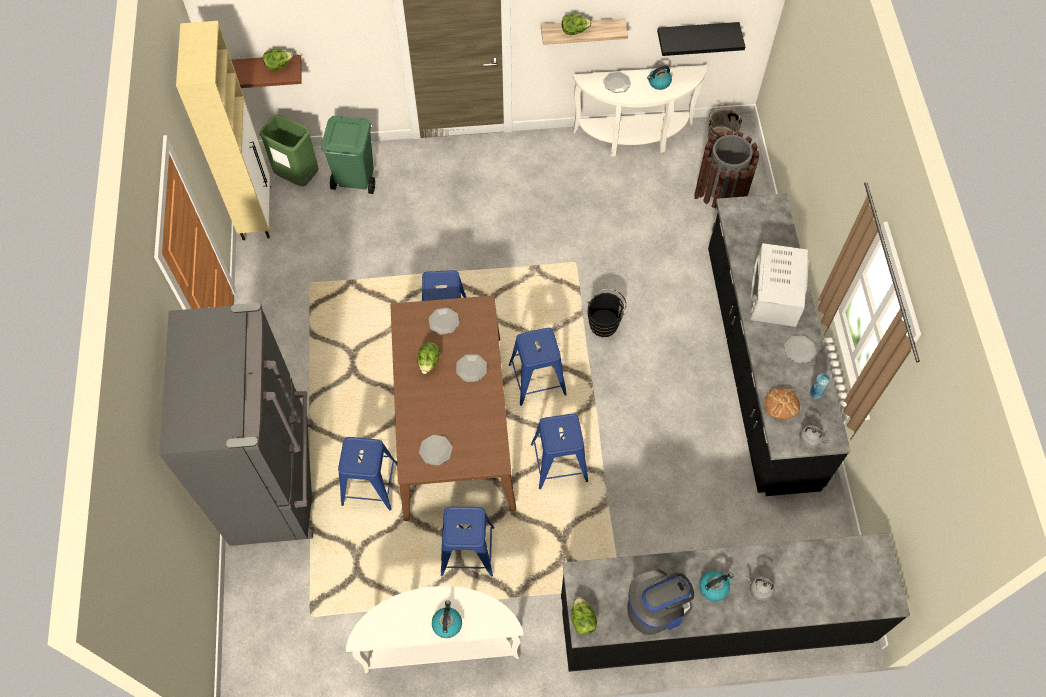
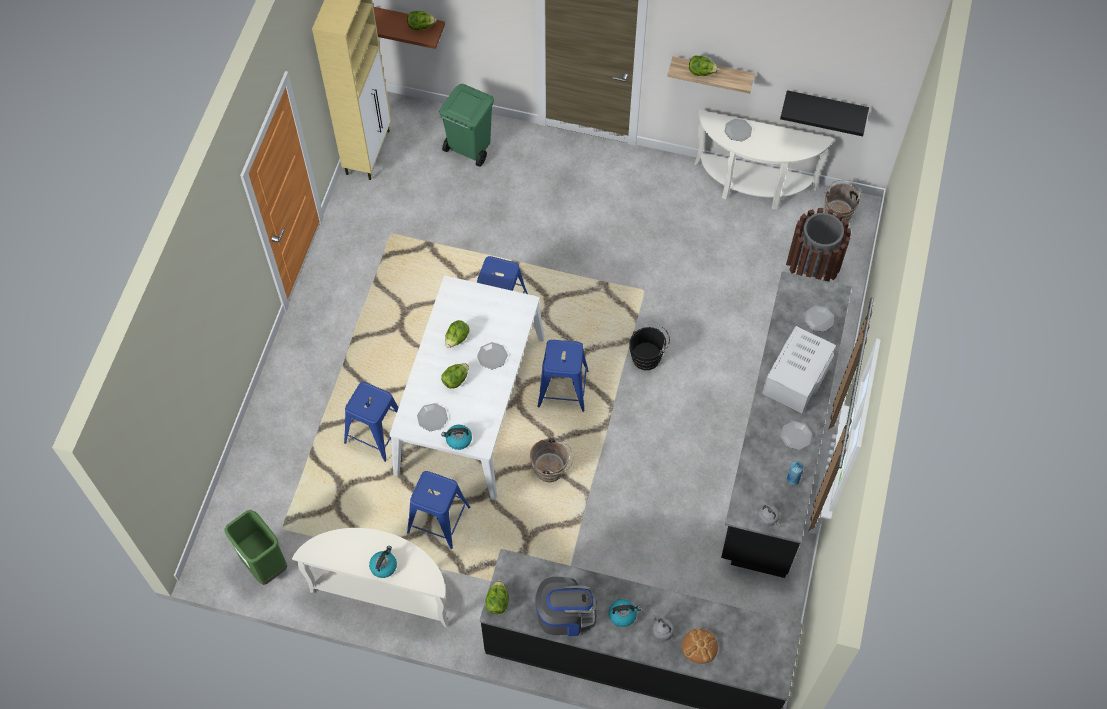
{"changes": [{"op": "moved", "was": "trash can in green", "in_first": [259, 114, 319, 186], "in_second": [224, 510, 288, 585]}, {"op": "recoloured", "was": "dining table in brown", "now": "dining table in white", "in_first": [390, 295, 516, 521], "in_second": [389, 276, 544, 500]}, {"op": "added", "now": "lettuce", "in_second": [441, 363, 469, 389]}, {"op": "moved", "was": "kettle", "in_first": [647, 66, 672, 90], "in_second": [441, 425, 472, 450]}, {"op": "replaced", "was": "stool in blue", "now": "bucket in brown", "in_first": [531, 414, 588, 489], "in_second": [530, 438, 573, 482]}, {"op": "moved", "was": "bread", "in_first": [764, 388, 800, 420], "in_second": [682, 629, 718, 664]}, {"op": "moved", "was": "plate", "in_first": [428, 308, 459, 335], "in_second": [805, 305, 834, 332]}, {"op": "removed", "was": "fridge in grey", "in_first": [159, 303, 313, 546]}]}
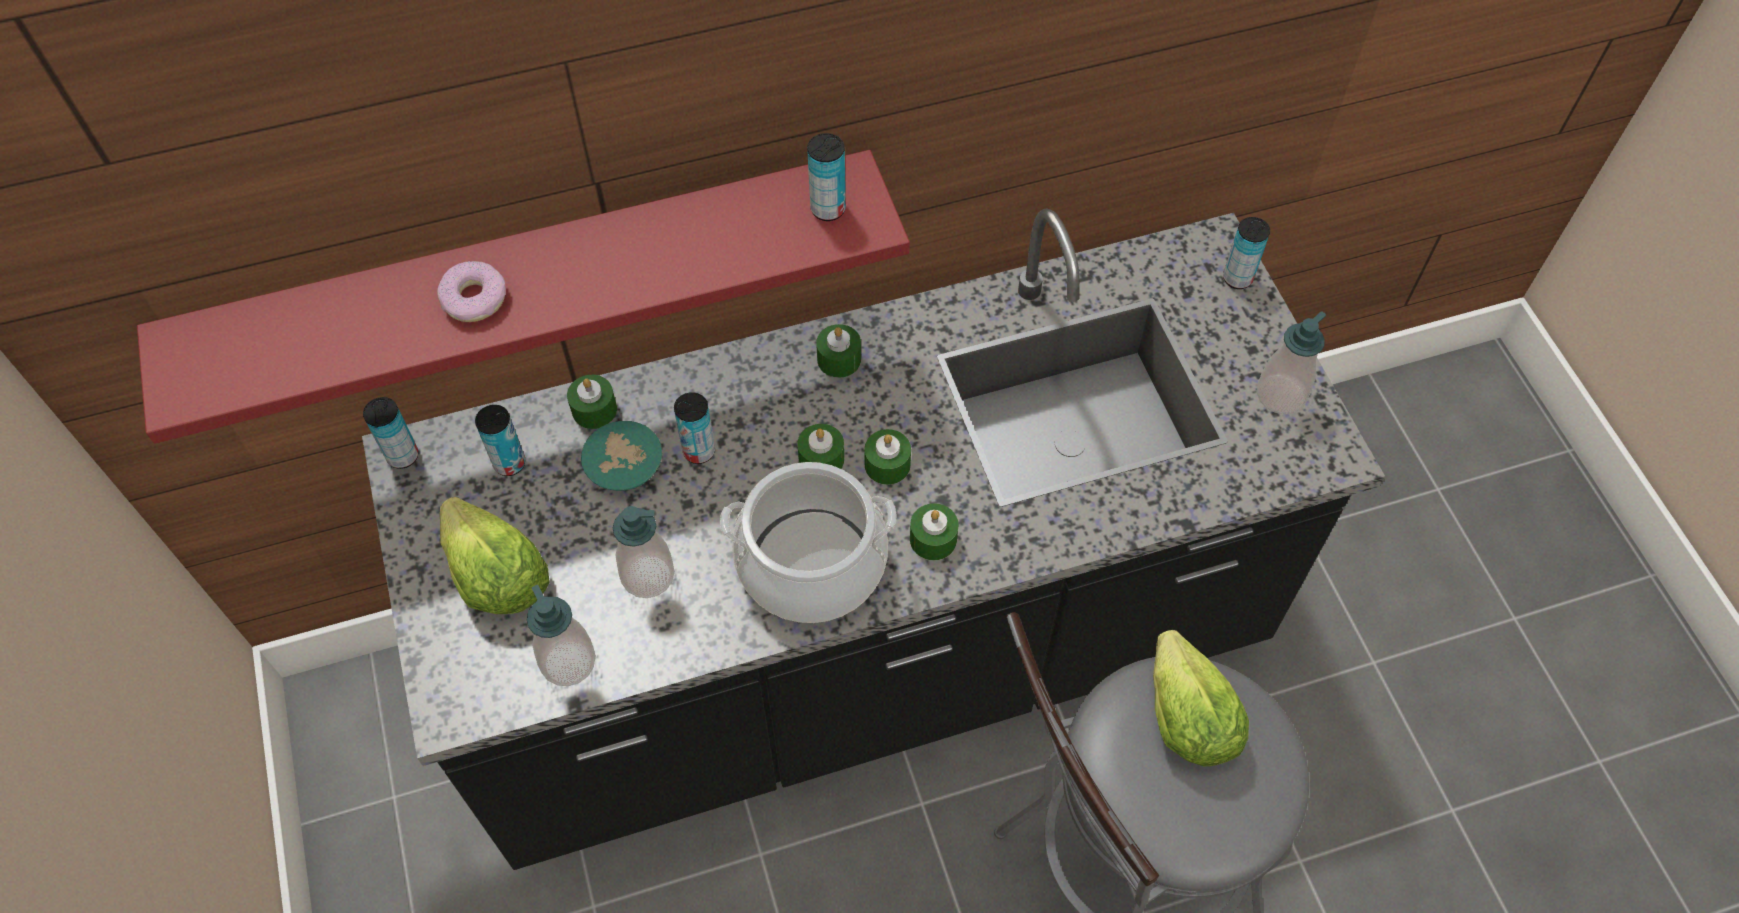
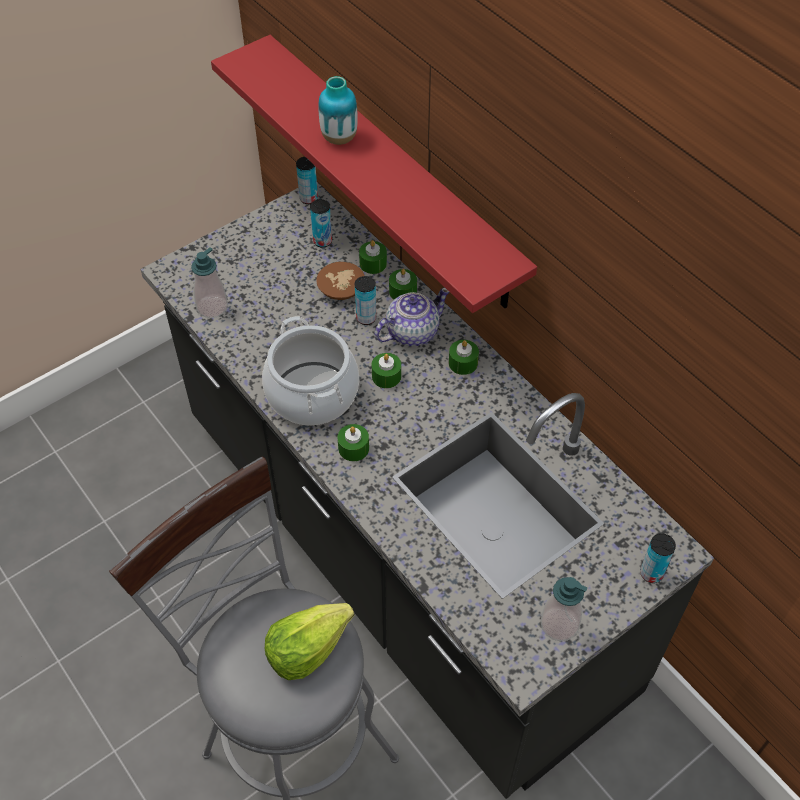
{"changes": [{"op": "recoloured", "was": "bowl in turquoise", "now": "bowl in brown", "in_first": [581, 421, 662, 491], "in_second": [316, 262, 365, 300]}, {"op": "replaced", "was": "donut", "now": "vase", "in_first": [437, 261, 506, 322], "in_second": [318, 76, 358, 145]}, {"op": "added", "now": "teapot", "in_second": [375, 287, 449, 346]}, {"op": "moved", "was": "candle in green", "in_first": [864, 429, 911, 485], "in_second": [389, 269, 417, 300]}, {"op": "removed", "was": "lettuce", "in_first": [440, 497, 550, 614]}, {"op": "removed", "was": "soap dispenser", "in_first": [613, 506, 675, 598]}, {"op": "removed", "was": "can", "in_first": [807, 133, 846, 221]}]}
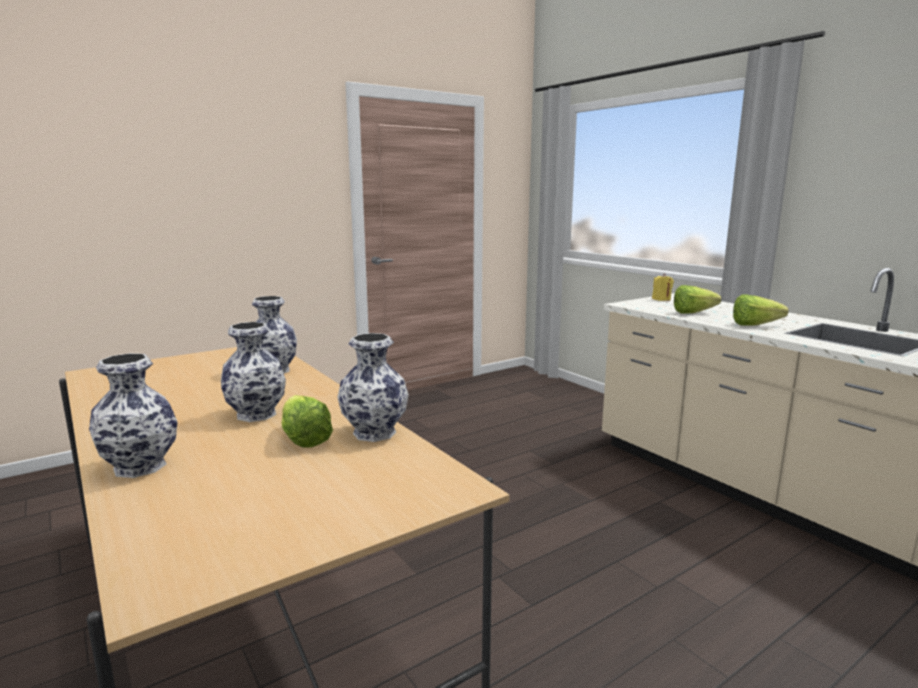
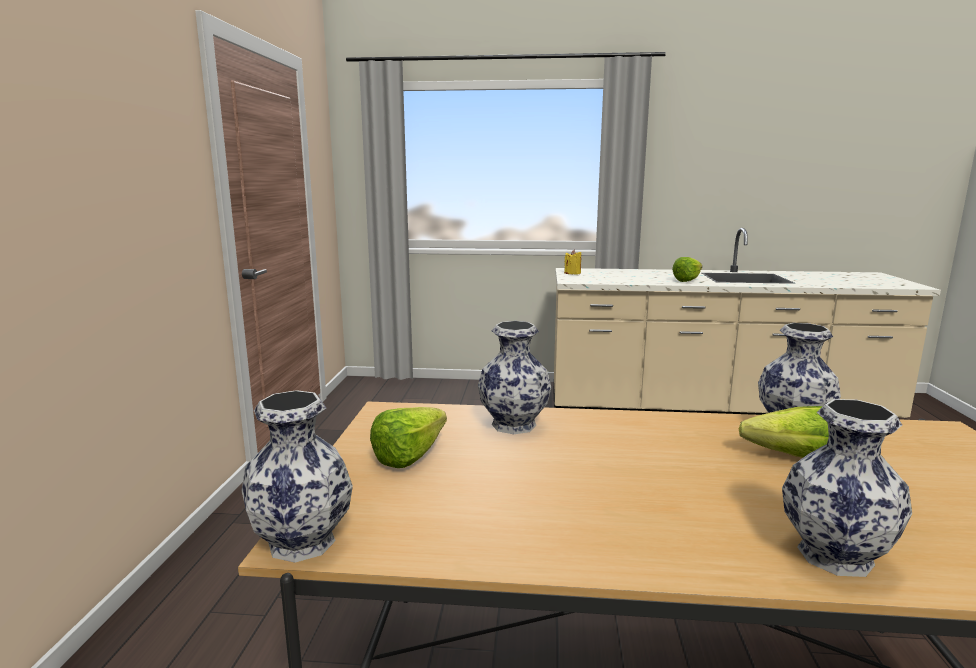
{"changes": [{"op": "moved", "was": "vase", "in_first": [221, 322, 286, 422], "in_second": [241, 390, 353, 563]}, {"op": "moved", "was": "lettuce", "in_first": [674, 285, 721, 314], "in_second": [370, 407, 447, 468]}]}
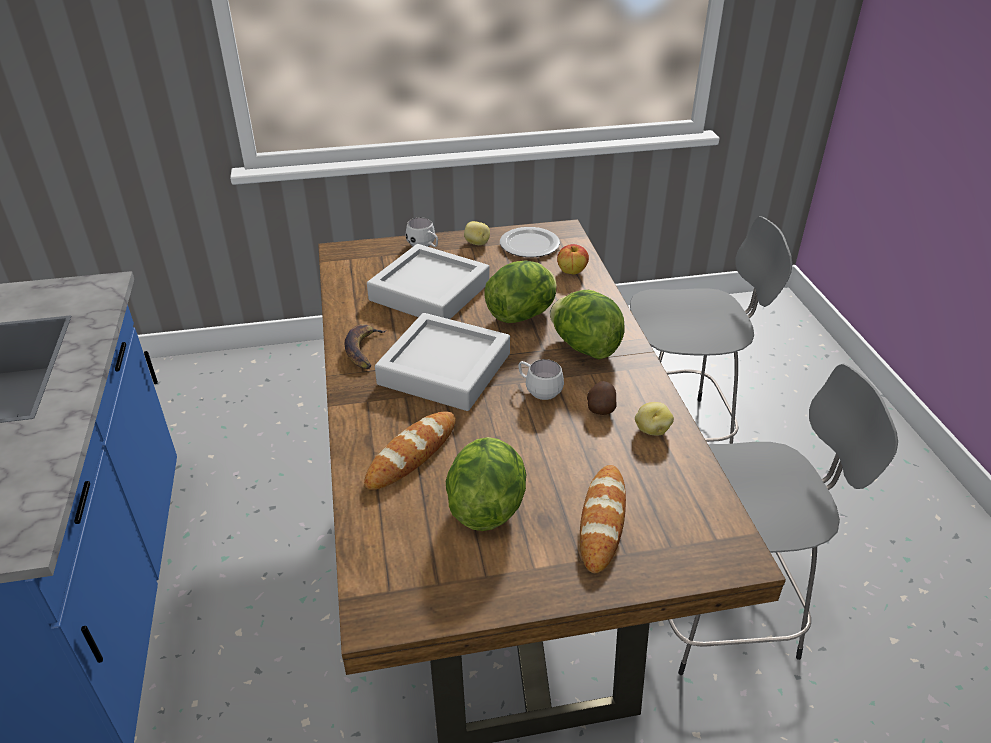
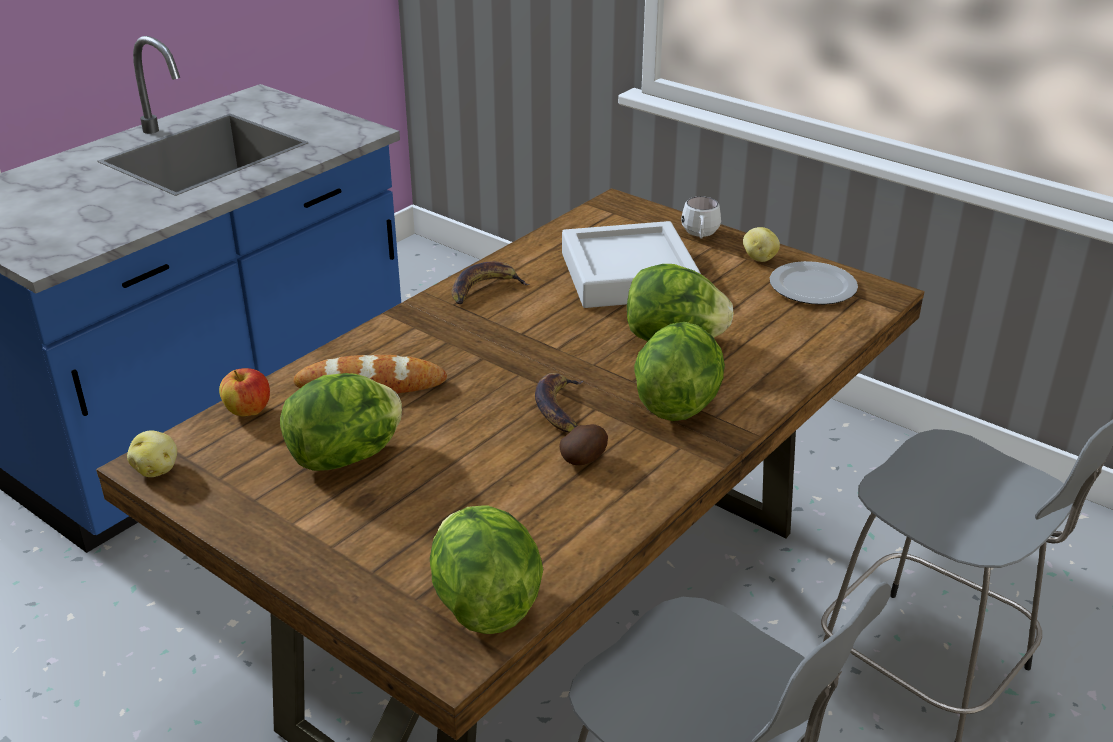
{"changes": [{"op": "moved", "was": "potato", "in_first": [635, 402, 674, 435], "in_second": [127, 431, 177, 477]}, {"op": "moved", "was": "apple", "in_first": [557, 244, 589, 275], "in_second": [219, 368, 270, 416]}, {"op": "added", "now": "lettuce", "in_second": [430, 505, 544, 634]}, {"op": "replaced", "was": "mug in white", "now": "banana", "in_first": [518, 359, 564, 400], "in_second": [535, 373, 583, 432]}, {"op": "removed", "was": "tray in grey", "in_first": [375, 313, 510, 411]}, {"op": "removed", "was": "bread", "in_first": [580, 465, 626, 573]}]}
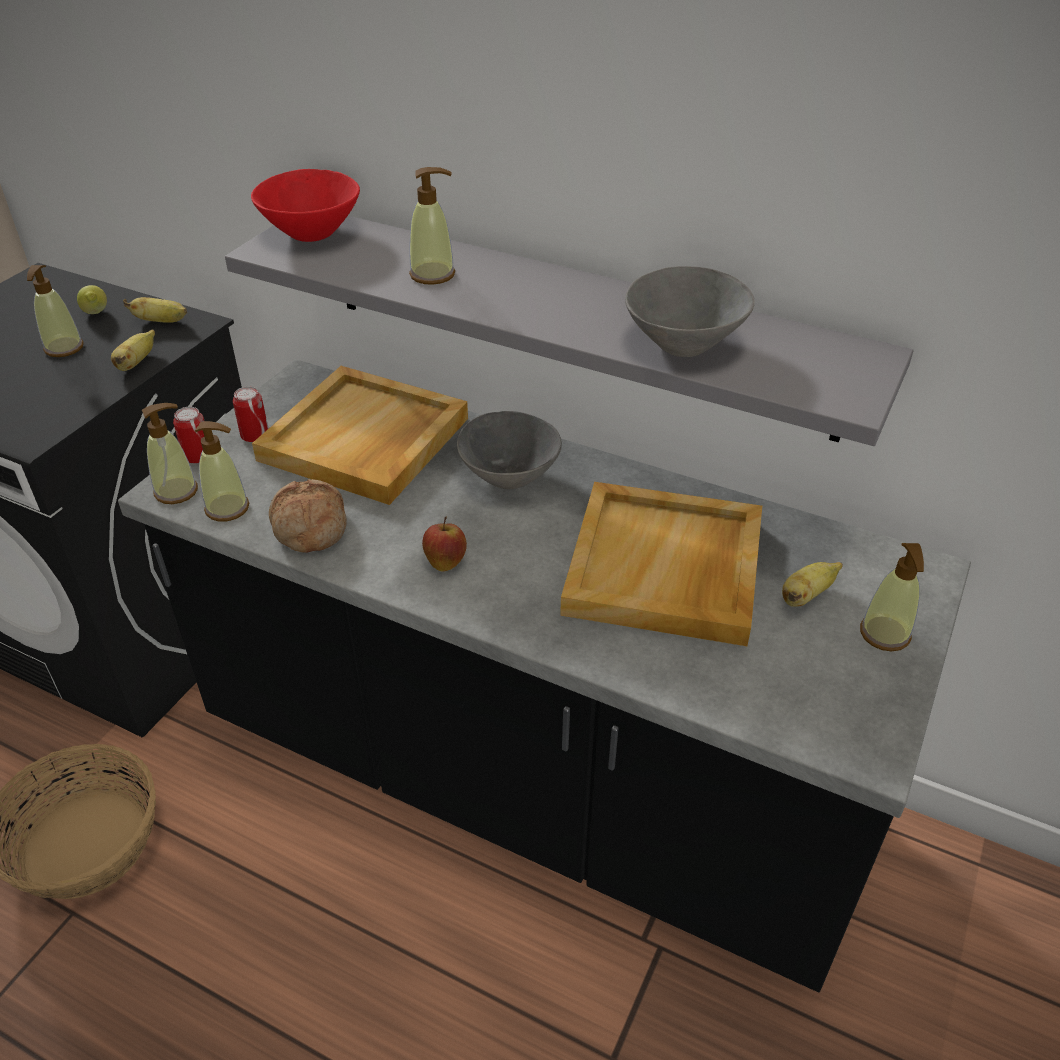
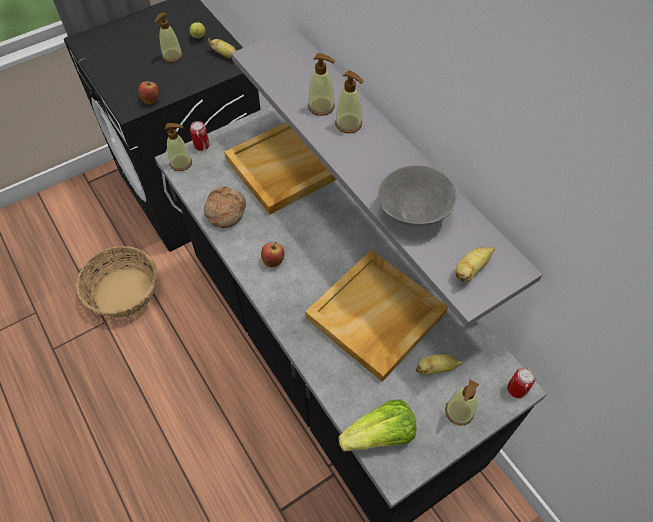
{"changes": [{"op": "added", "now": "apple", "in_second": [138, 79, 159, 104]}, {"op": "moved", "was": "soap dispenser", "in_first": [195, 421, 249, 522], "in_second": [335, 70, 364, 133]}, {"op": "added", "now": "lettuce", "in_second": [338, 399, 416, 452]}, {"op": "moved", "was": "banana", "in_first": [111, 330, 155, 371], "in_second": [455, 247, 495, 282]}, {"op": "moved", "was": "can", "in_first": [233, 387, 269, 442], "in_second": [507, 367, 535, 398]}, {"op": "removed", "was": "bowl in red", "in_first": [251, 169, 360, 242]}, {"op": "removed", "was": "bowl in grey", "in_first": [457, 411, 562, 489]}]}
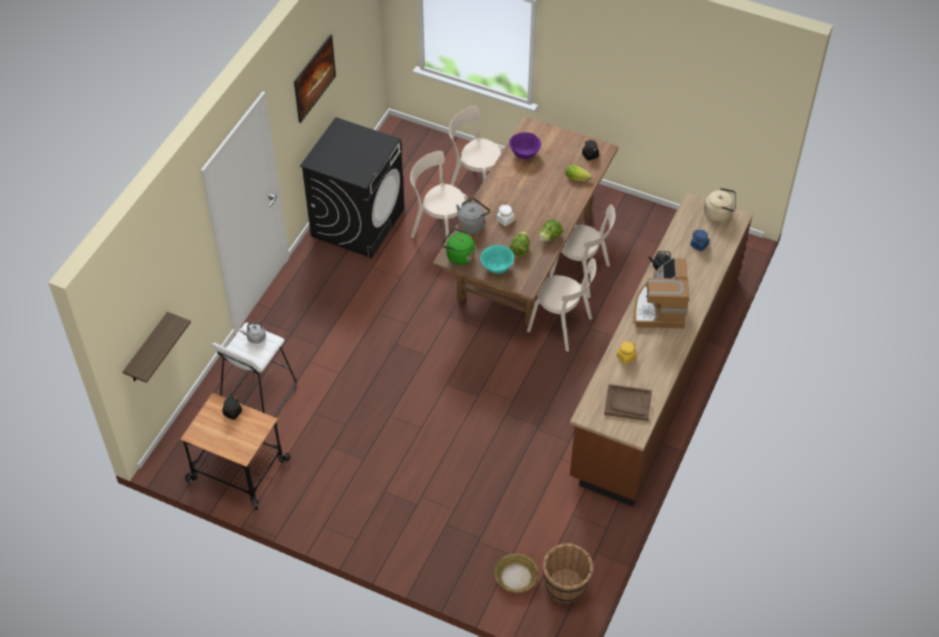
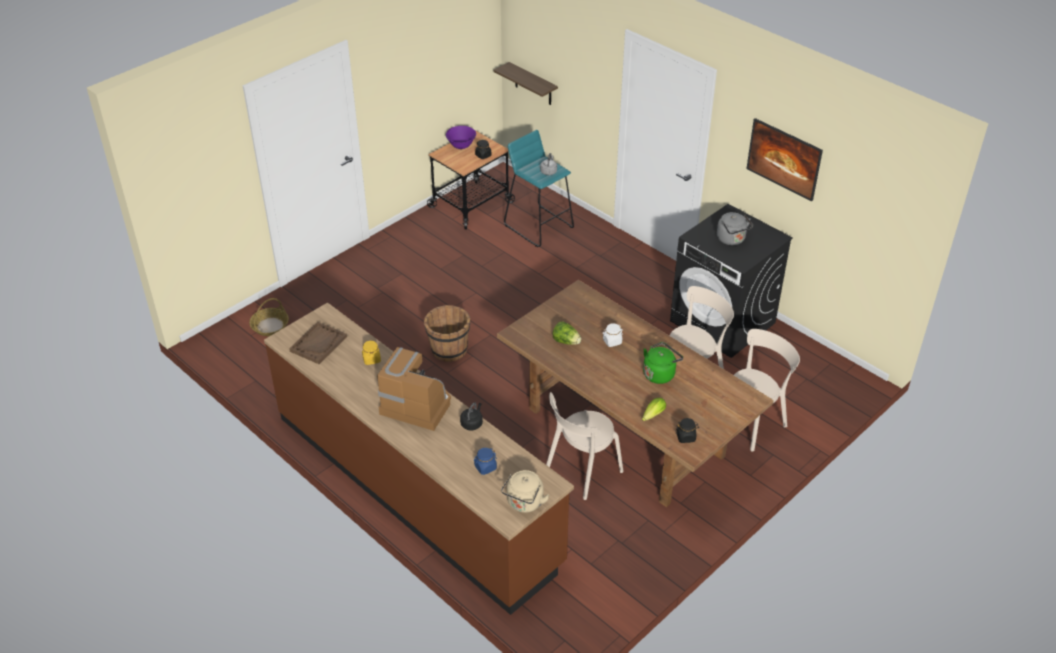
{"changes": [{"op": "moved", "was": "bucket in brown", "in_first": [543, 543, 593, 603], "in_second": [424, 305, 470, 362]}, {"op": "moved", "was": "bowl in purple", "in_first": [509, 132, 541, 159], "in_second": [446, 126, 476, 149]}, {"op": "recoloured", "was": "stool in white", "now": "stool in turquoise", "in_first": [212, 323, 297, 417], "in_second": [504, 130, 574, 247]}, {"op": "moved", "was": "kettle in green", "in_first": [441, 228, 475, 265], "in_second": [643, 342, 683, 384]}, {"op": "moved", "was": "kettle in grey", "in_first": [456, 198, 490, 235], "in_second": [717, 212, 753, 245]}, {"op": "removed", "was": "bowl in turquoise", "in_first": [480, 245, 514, 274]}, {"op": "removed", "was": "chair in beige", "in_first": [527, 258, 596, 352]}, {"op": "removed", "was": "lettuce", "in_first": [539, 219, 563, 242]}]}
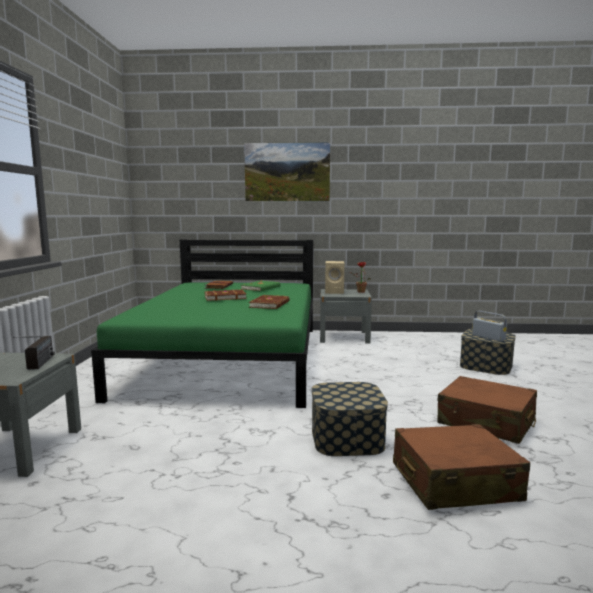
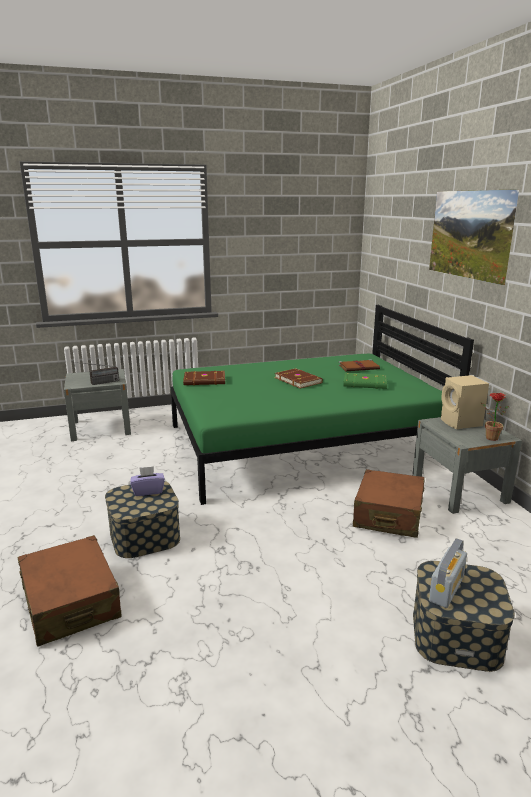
{"changes": [{"op": "added", "now": "tissue box in purple", "in_second": [130, 466, 165, 496]}, {"op": "moved", "was": "book in brown", "in_first": [249, 295, 290, 309], "in_second": [183, 371, 225, 385]}, {"op": "moved", "was": "suitcase in brown", "in_first": [437, 376, 537, 444], "in_second": [353, 469, 424, 538]}]}
